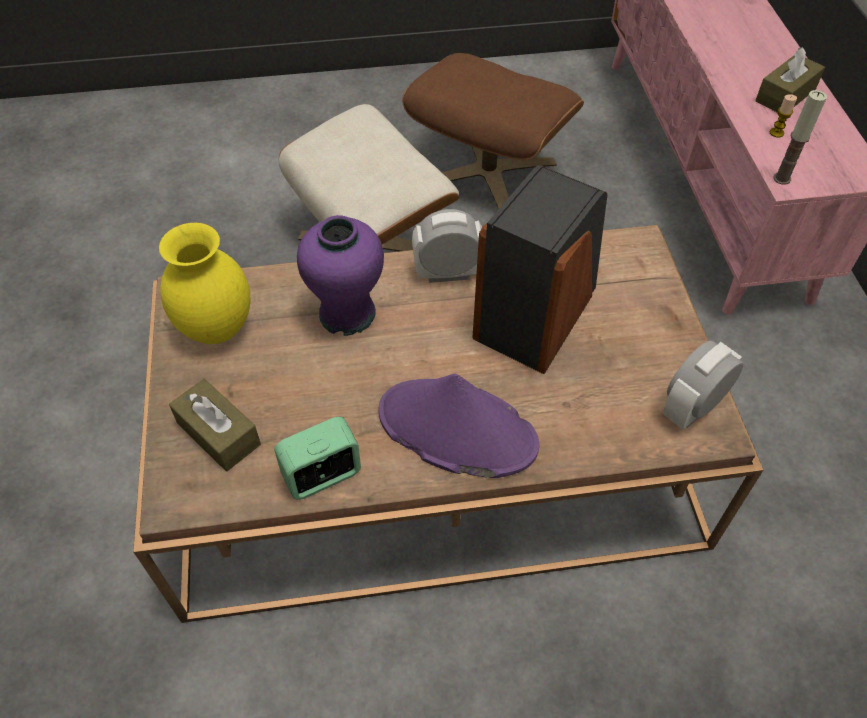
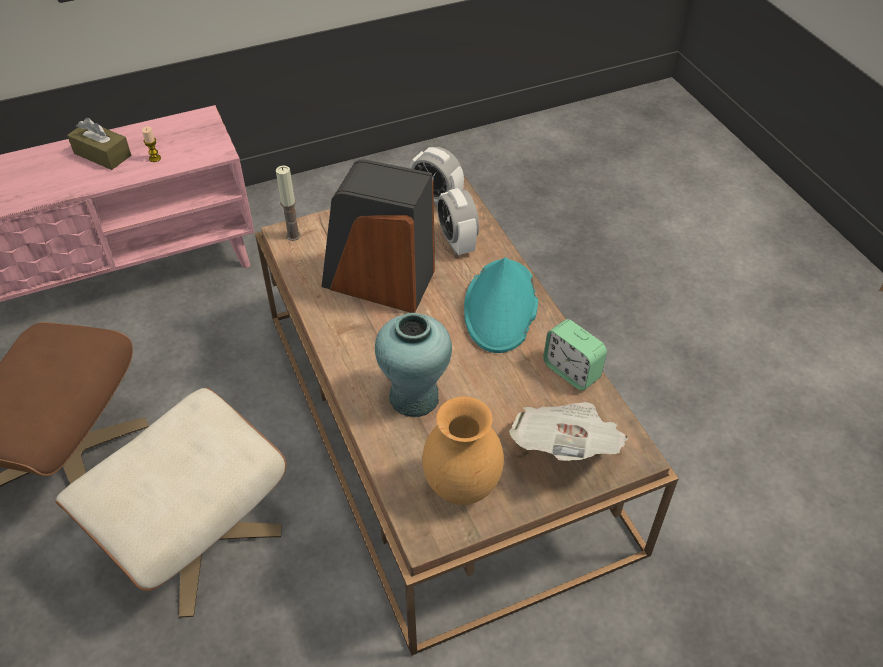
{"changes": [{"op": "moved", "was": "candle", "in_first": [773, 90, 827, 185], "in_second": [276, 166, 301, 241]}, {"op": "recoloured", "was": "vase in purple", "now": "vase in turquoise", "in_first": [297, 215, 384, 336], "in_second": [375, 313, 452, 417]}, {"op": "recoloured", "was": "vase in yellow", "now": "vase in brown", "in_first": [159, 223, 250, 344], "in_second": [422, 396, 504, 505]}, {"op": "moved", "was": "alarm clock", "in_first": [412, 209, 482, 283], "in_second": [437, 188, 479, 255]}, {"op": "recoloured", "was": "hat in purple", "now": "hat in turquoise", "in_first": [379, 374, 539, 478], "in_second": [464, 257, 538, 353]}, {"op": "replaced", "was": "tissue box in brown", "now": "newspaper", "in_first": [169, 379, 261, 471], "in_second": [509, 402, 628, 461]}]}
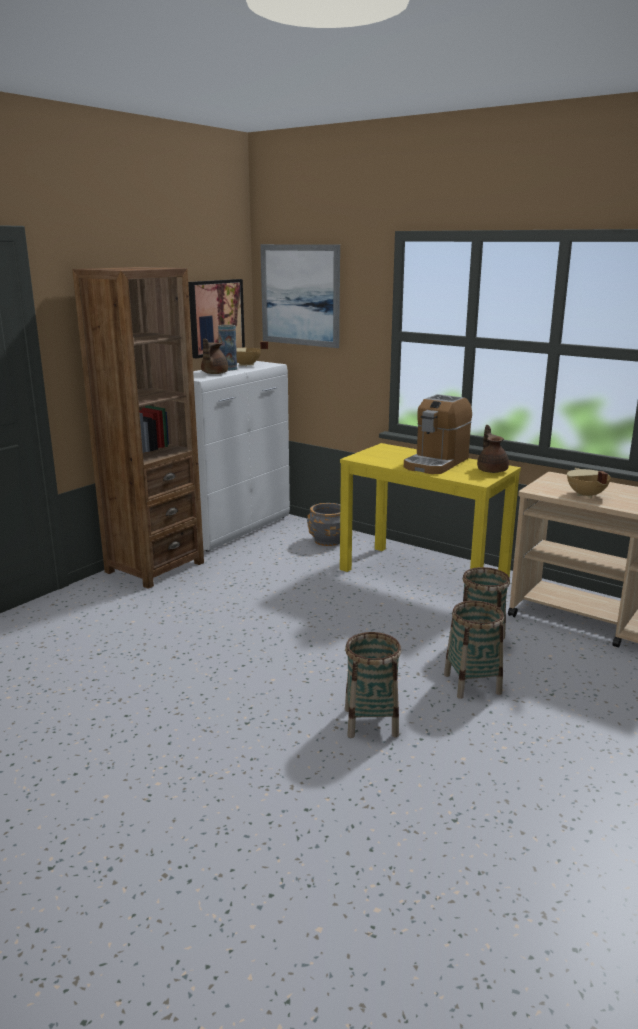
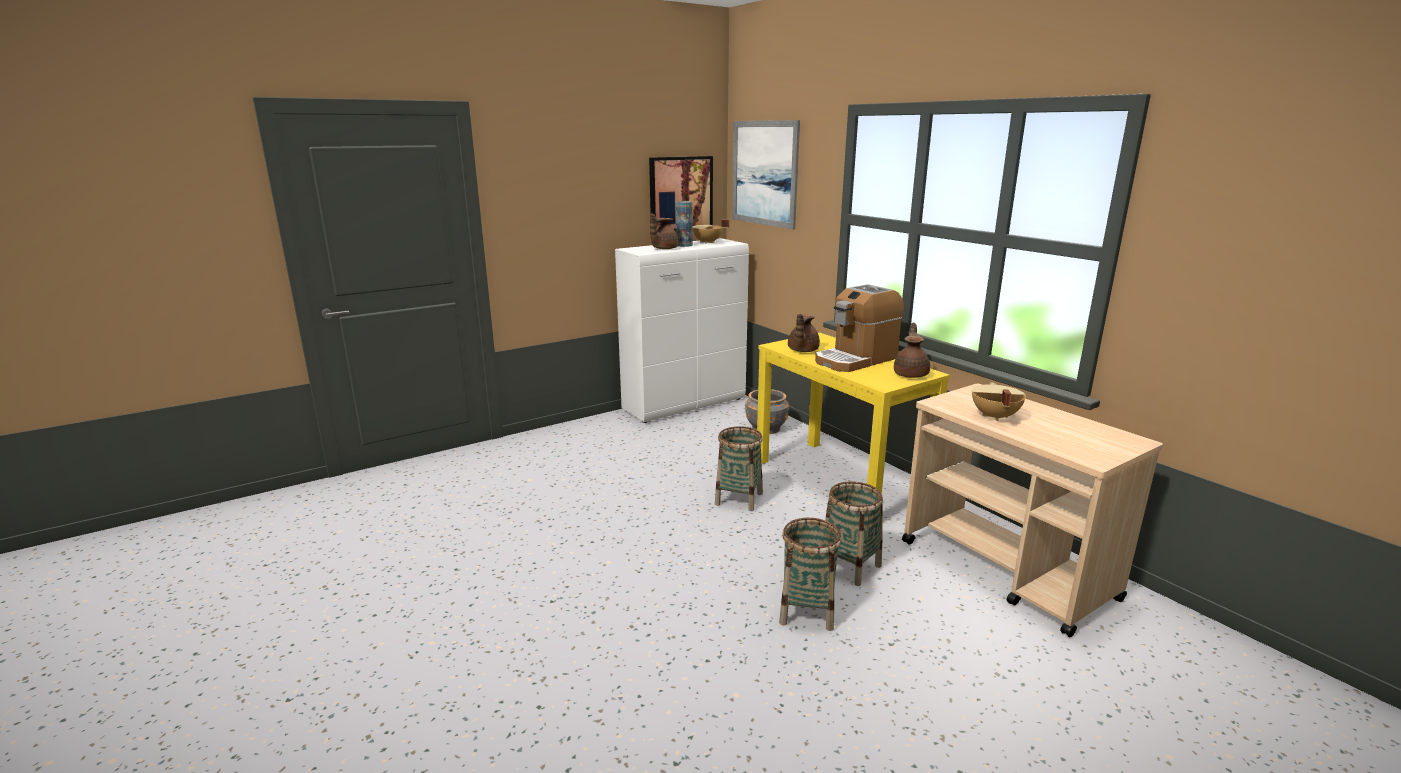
{"changes": [{"op": "moved", "was": "basket", "in_first": [345, 632, 401, 738], "in_second": [715, 426, 763, 511]}, {"op": "added", "now": "teapot in brown", "in_second": [788, 314, 820, 352]}, {"op": "removed", "was": "bookcase in brown", "in_first": [73, 267, 204, 589]}]}
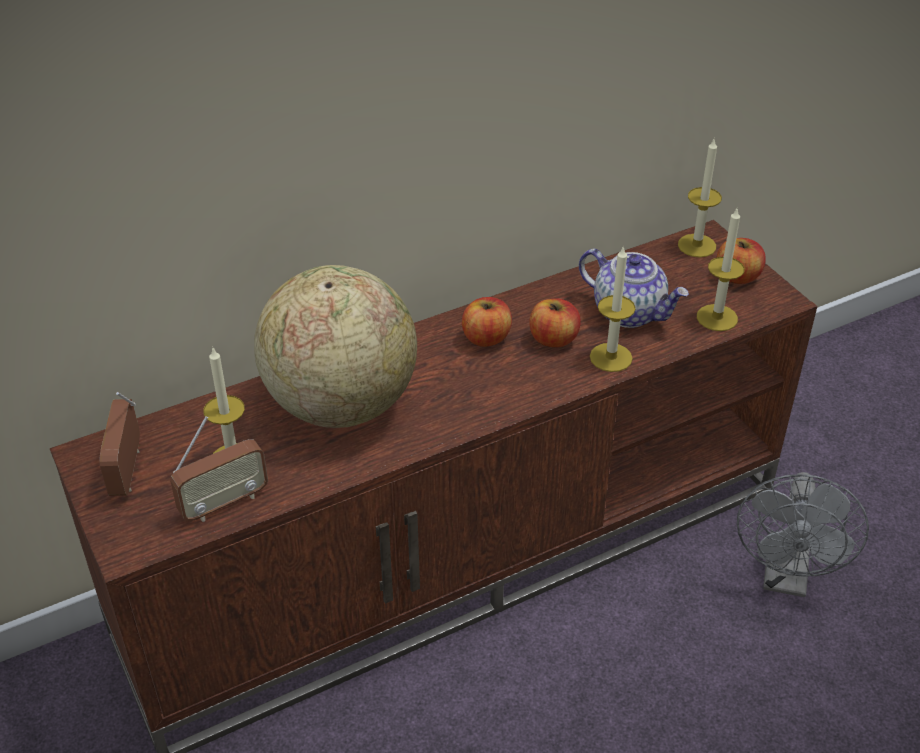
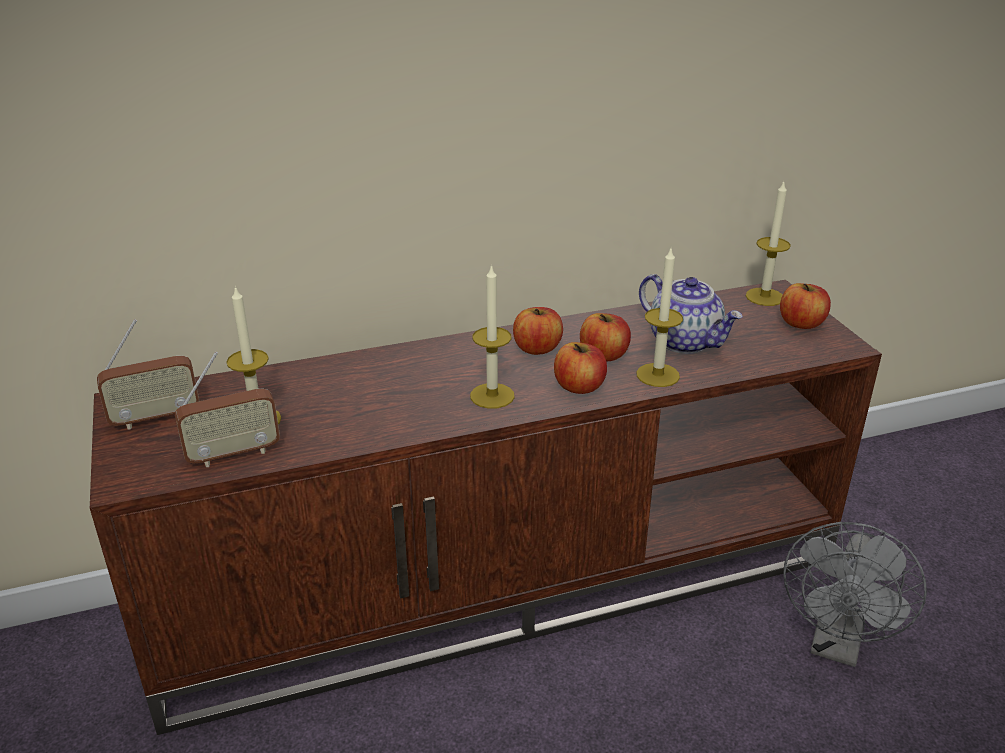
{"changes": [{"op": "turned", "was": "radio", "in_first": [99, 392, 140, 496], "in_second": [97, 319, 199, 430], "clockwise": -120}, {"op": "moved", "was": "candle", "in_first": [697, 209, 744, 331], "in_second": [470, 264, 515, 409]}, {"op": "added", "now": "apple", "in_second": [554, 342, 607, 394]}, {"op": "removed", "was": "globe", "in_first": [254, 265, 417, 428]}]}
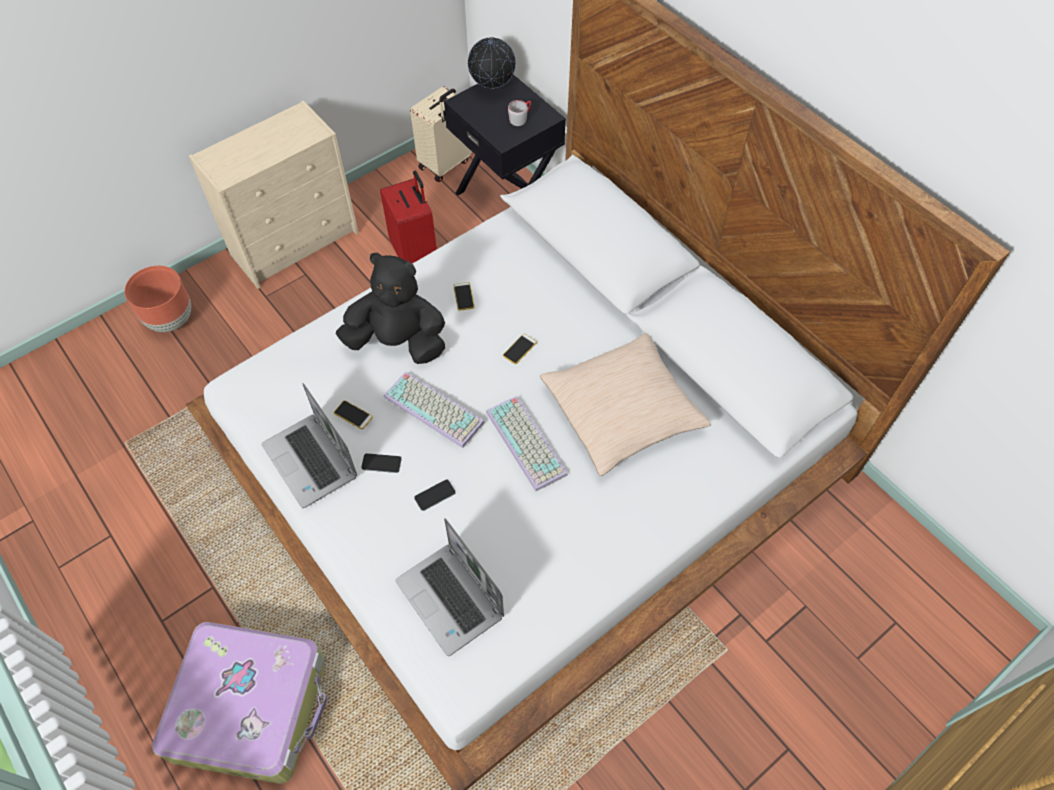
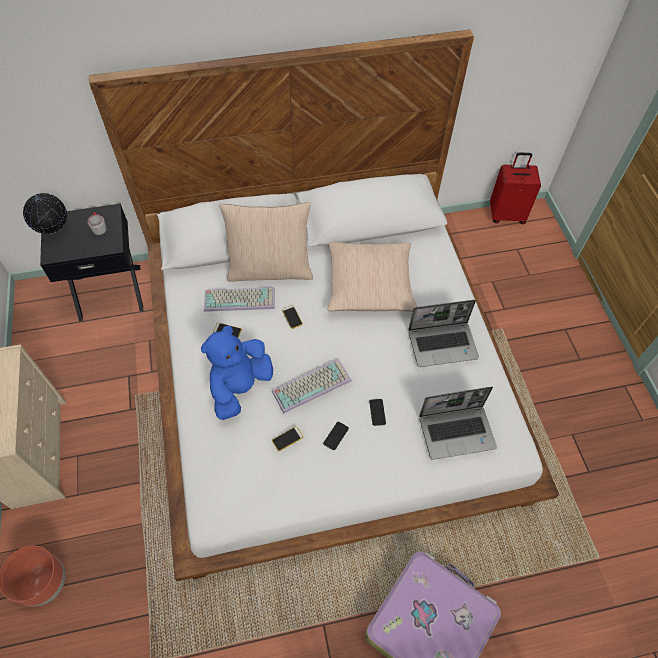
{"changes": [{"op": "recoloured", "was": "plush toy in black", "now": "plush toy in blue", "in_first": [336, 253, 445, 364], "in_second": [201, 326, 273, 420]}, {"op": "moved", "was": "keyboard", "in_first": [486, 396, 568, 491], "in_second": [204, 287, 275, 312]}, {"op": "added", "now": "pillow in beige", "in_second": [219, 202, 313, 282]}, {"op": "moved", "was": "laptop", "in_first": [262, 384, 357, 508], "in_second": [408, 300, 479, 367]}, {"op": "moved", "was": "suitcase in red", "in_first": [380, 171, 437, 263], "in_second": [490, 152, 541, 224]}, {"op": "removed", "was": "suitcase in beige", "in_first": [410, 86, 472, 182]}]}
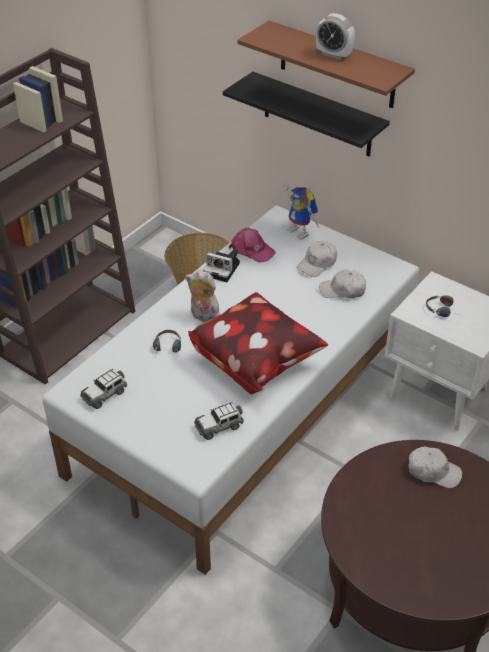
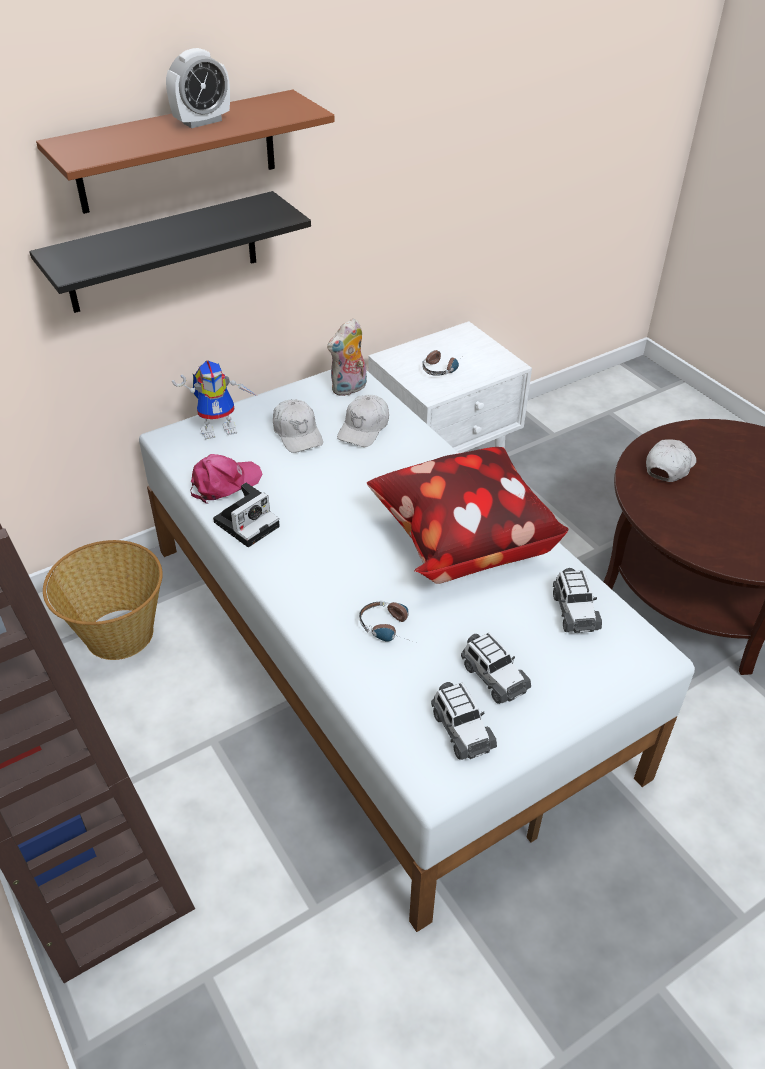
{"changes": [{"op": "moved", "was": "plush toy", "in_first": [186, 270, 219, 323], "in_second": [327, 318, 367, 397]}, {"op": "added", "now": "toy car", "in_second": [461, 632, 531, 704]}]}
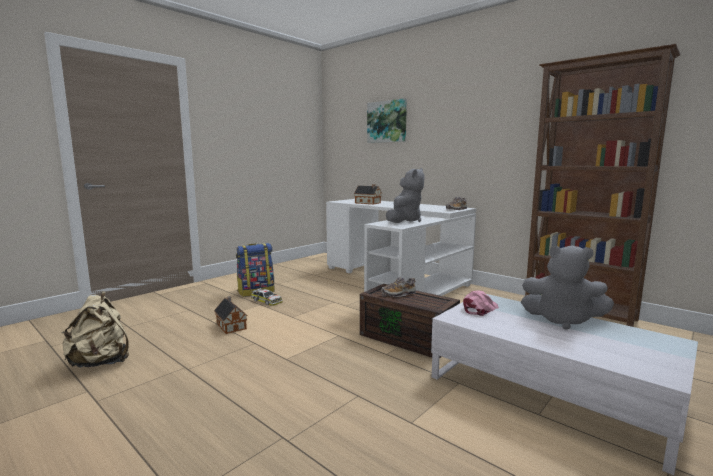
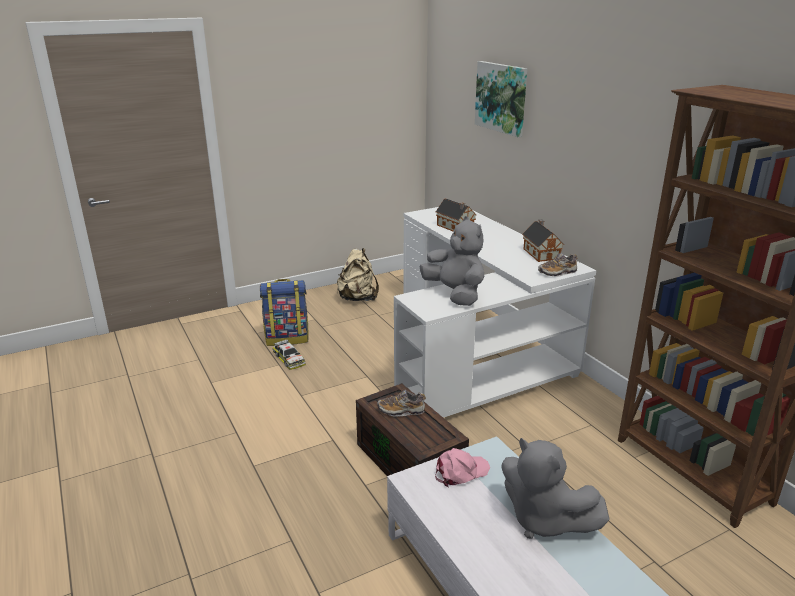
{"changes": [{"op": "moved", "was": "backpack in beige", "in_first": [61, 291, 129, 367], "in_second": [337, 248, 379, 301]}, {"op": "turned", "was": "plush toy in grey", "in_first": [386, 168, 425, 223], "in_second": [420, 216, 484, 306], "clockwise": -75}, {"op": "moved", "was": "toy house", "in_first": [214, 296, 248, 334], "in_second": [522, 219, 564, 262]}]}
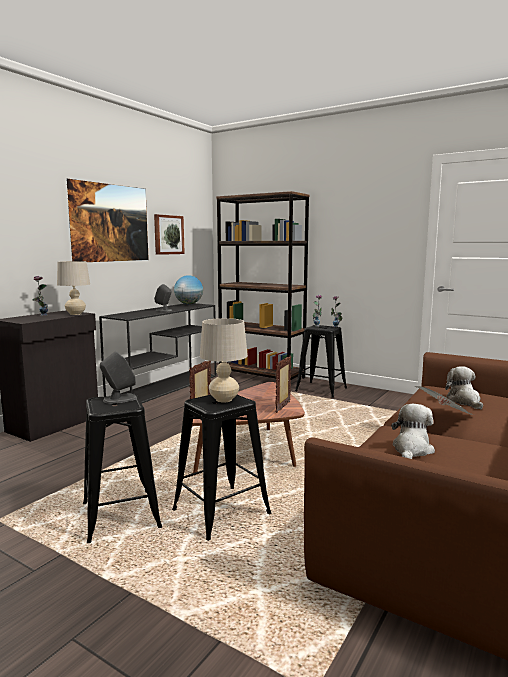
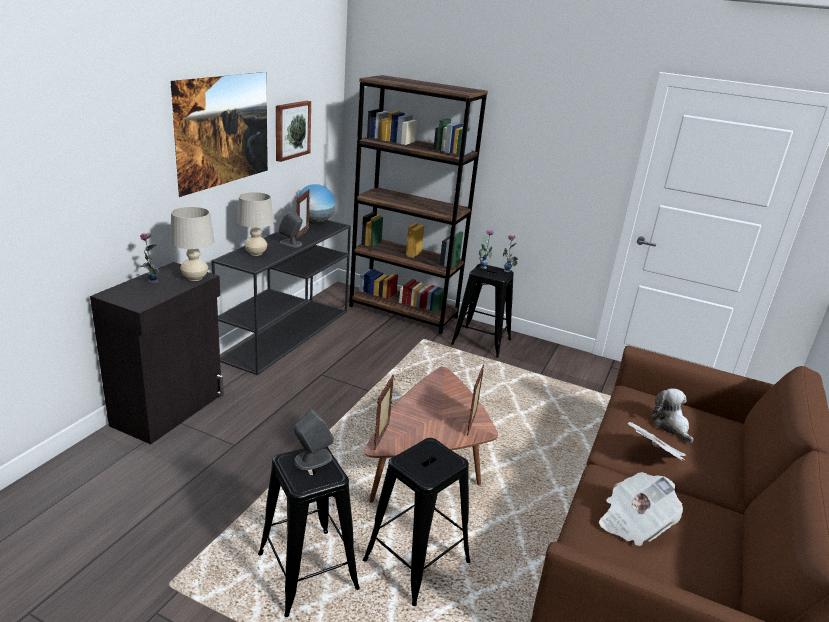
{"changes": [{"op": "moved", "was": "table lamp in beige", "in_first": [200, 318, 248, 403], "in_second": [237, 192, 274, 256]}, {"op": "added", "now": "picture frame", "in_second": [296, 189, 310, 239]}, {"op": "replaced", "was": "plush toy", "now": "newspaper", "in_first": [391, 404, 435, 459], "in_second": [599, 472, 683, 546]}]}
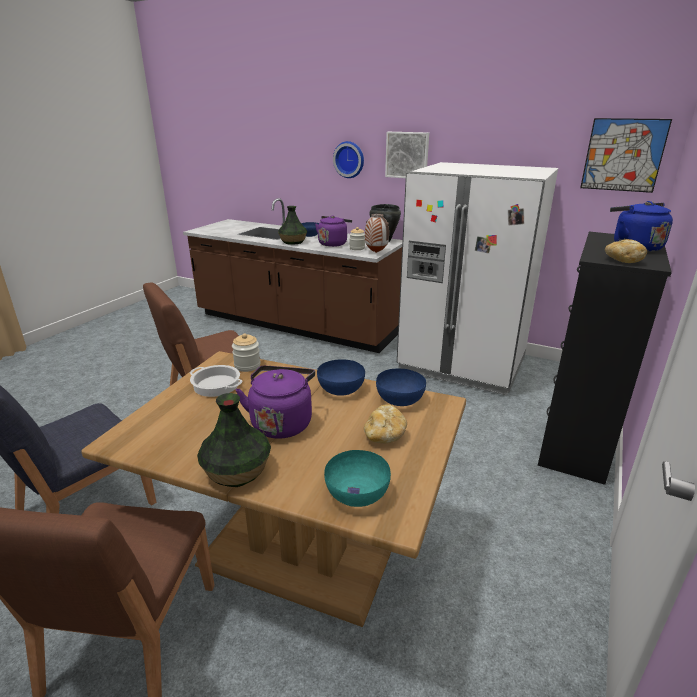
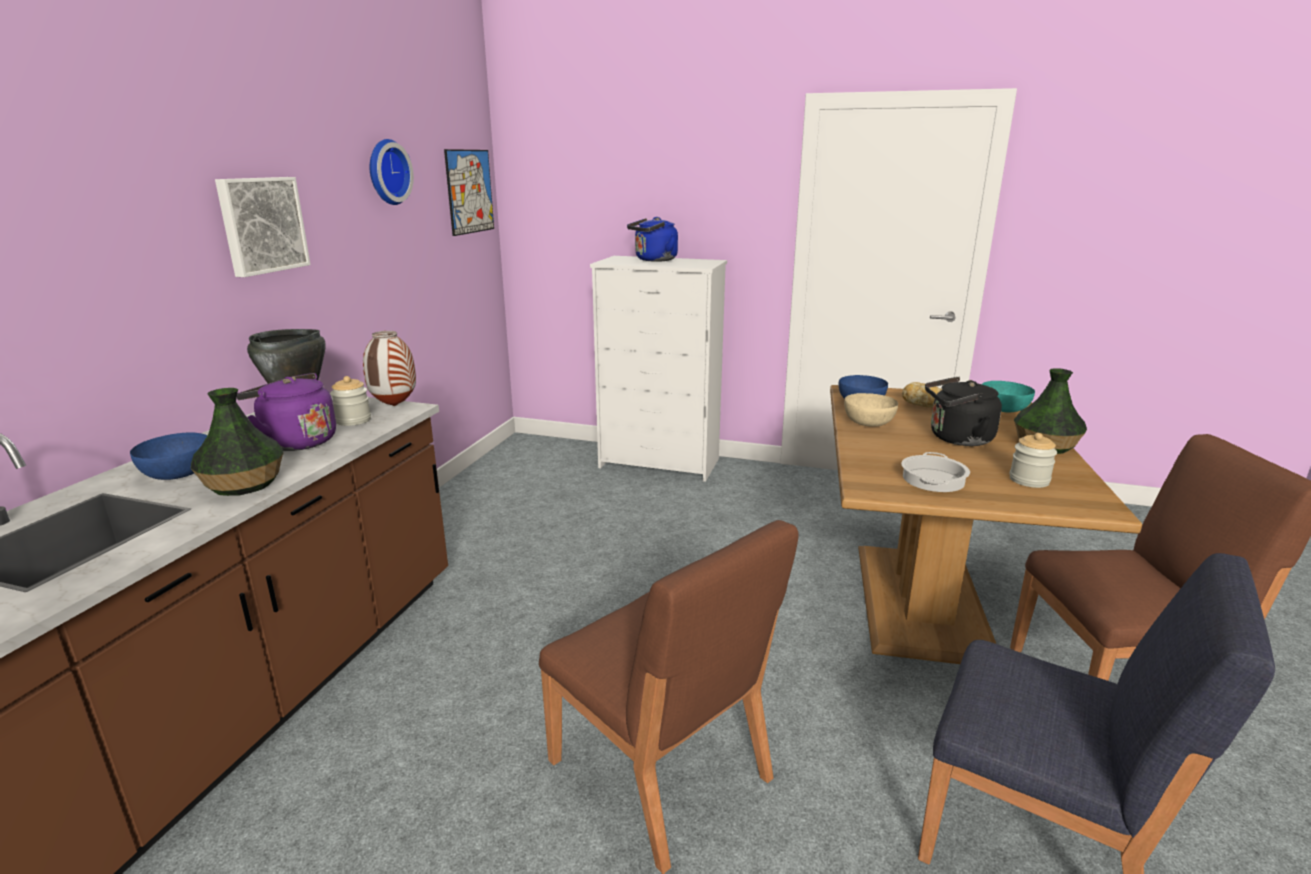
{"changes": [{"op": "moved", "was": "wall clock", "in_first": [333, 141, 364, 178], "in_second": [370, 139, 414, 205]}, {"op": "recoloured", "was": "dresser in black", "now": "dresser in white", "in_first": [538, 232, 672, 485], "in_second": [590, 256, 727, 482]}, {"op": "recoloured", "was": "bowl in blue", "now": "bowl in beige", "in_first": [317, 359, 365, 396], "in_second": [844, 393, 898, 427]}, {"op": "recoloured", "was": "kettle in purple", "now": "kettle in black", "in_first": [236, 366, 315, 439], "in_second": [925, 377, 1002, 446]}, {"op": "moved", "was": "jar", "in_first": [232, 333, 261, 372], "in_second": [1009, 433, 1057, 488]}, {"op": "removed", "was": "fridge in white", "in_first": [397, 162, 558, 396]}, {"op": "removed", "was": "bread", "in_first": [605, 239, 647, 263]}]}
